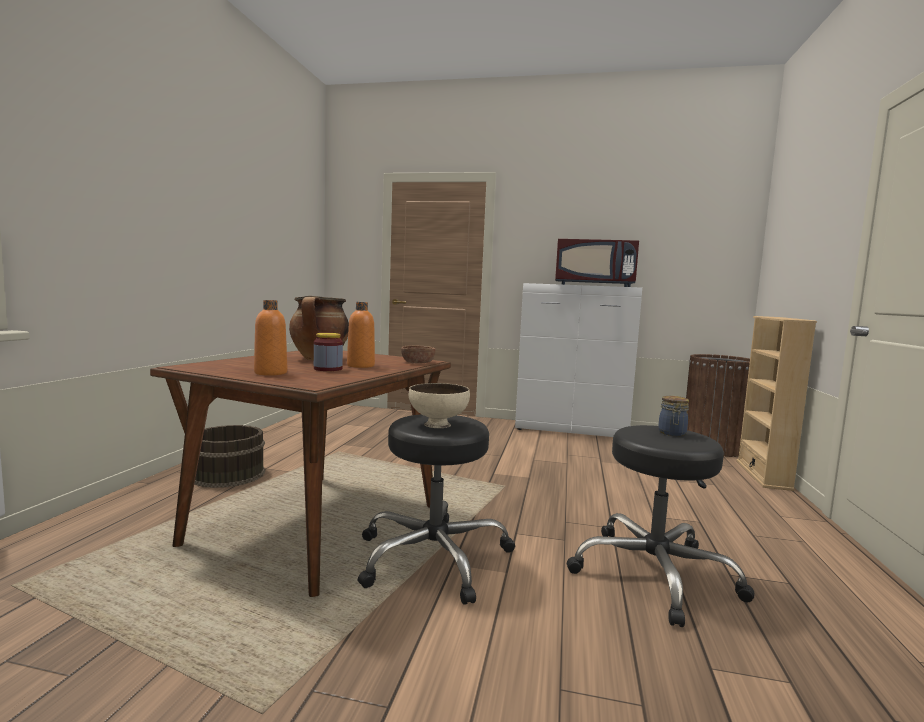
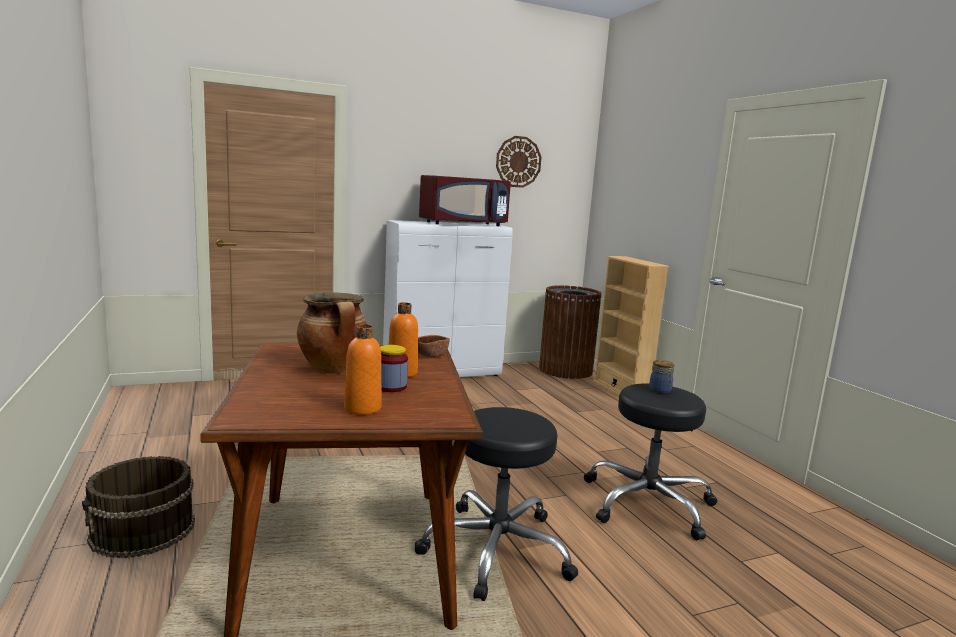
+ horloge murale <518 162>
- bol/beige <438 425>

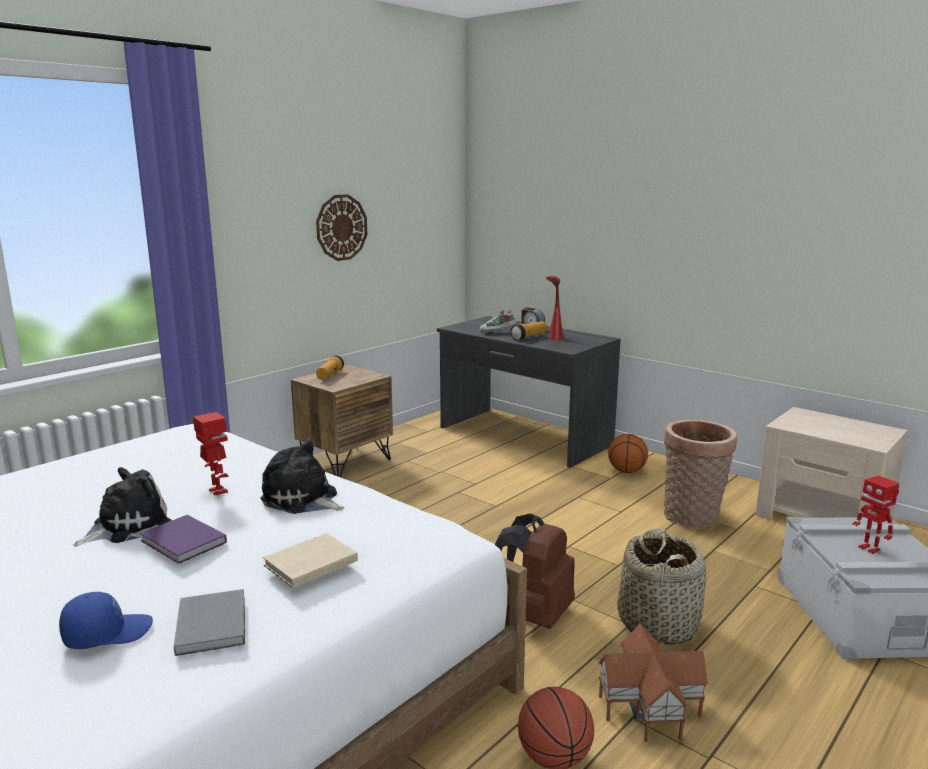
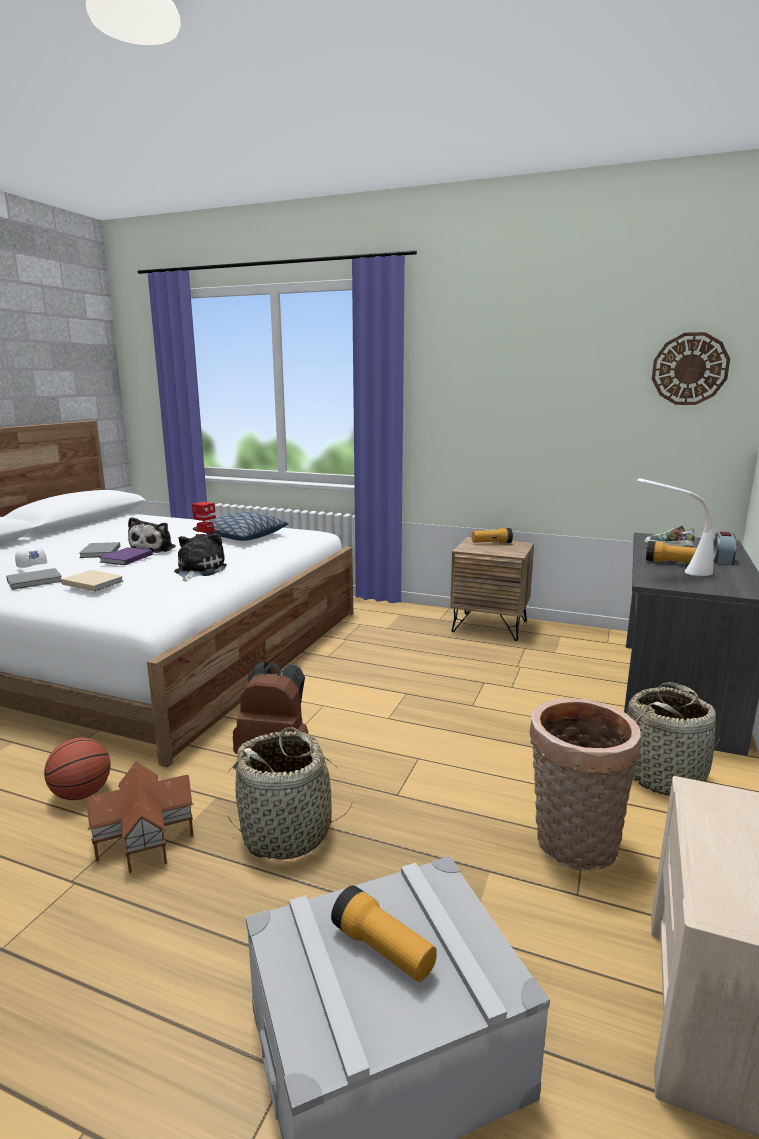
~ casquette/bleu <108 633> to casquette/blanc <35 568>
+ livre/gris <99 552>
~ peluche <127 526> = <154 549> 75 degrees clockwise
+ coussin <242 537>
~ robot jouet <870 549> to lampe de poche <383 949>
~ ballon de basket <626 471> to panier <665 776>
~ lampe de table/rouge <552 343> to lampe de table/blanc <669 574>
~ horloge murale <341 227> to <689 369>

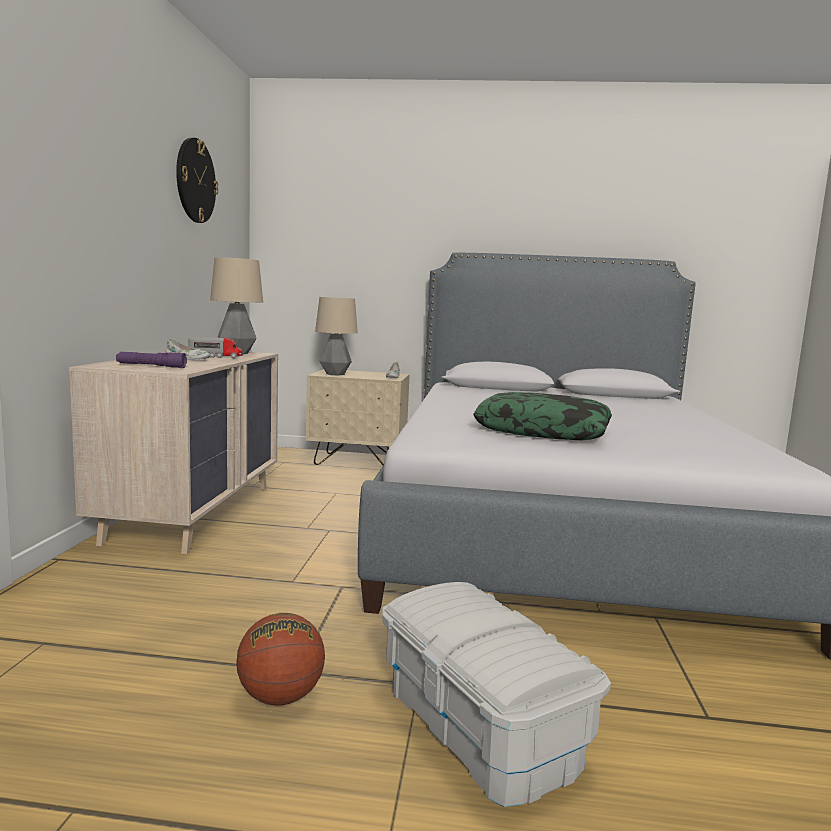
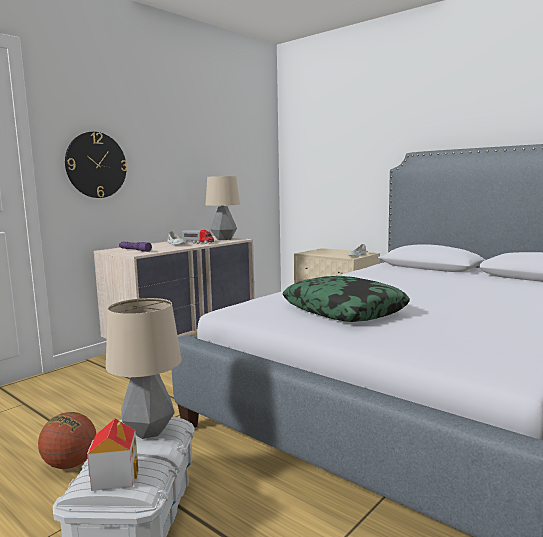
~ horloge murale <195 181> to <96 165>
+ maison miniature <115 476>
~ lampe de table <335 374> to <148 431>

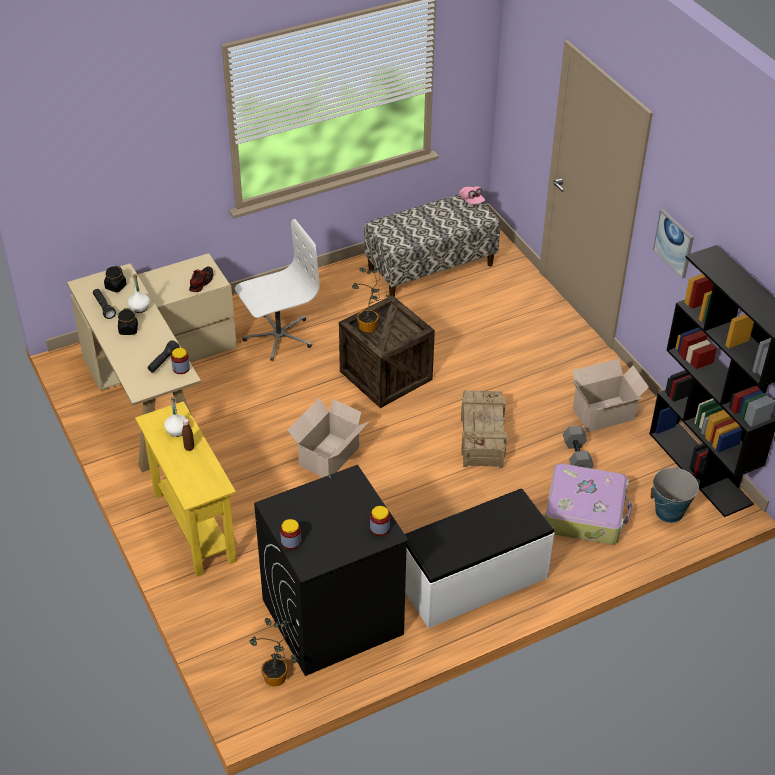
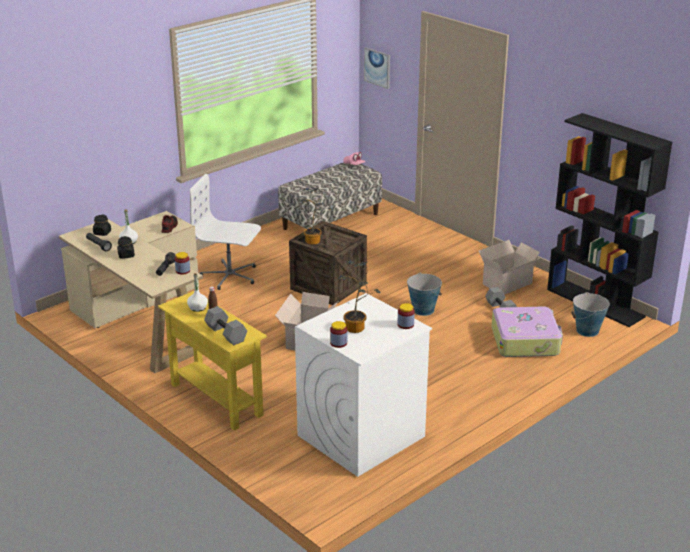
~ chaise de bureau/blanc <278 336> = <230 276> 120 degrees counterclockwise
+ haltère/gris <227 334>
~ lave-linge/noir <331 617> to lave-linge/blanc <360 436>
~ plante en pot <277 679> to <357 328>
~ tableau <674 243> to <377 67>
~ caisse <483 436> to seau <423 310>
- banc/blanc <474 582>

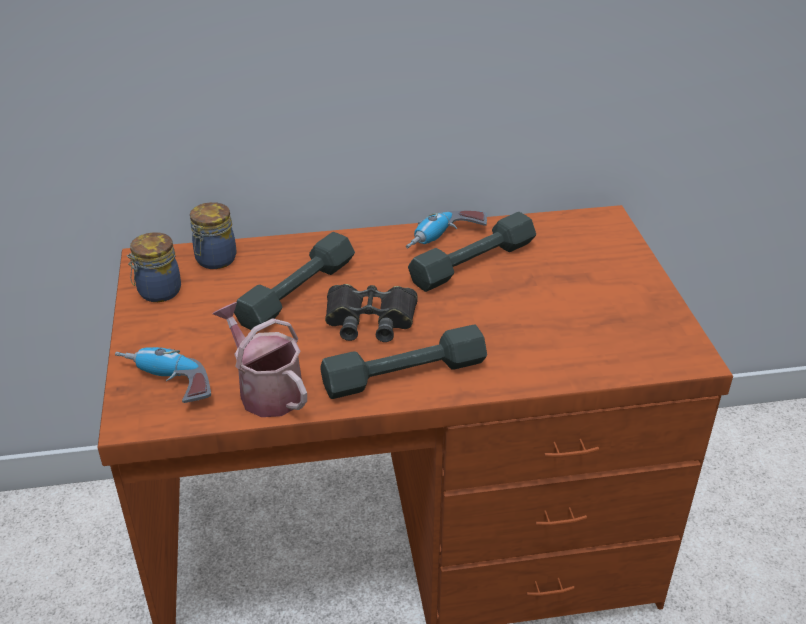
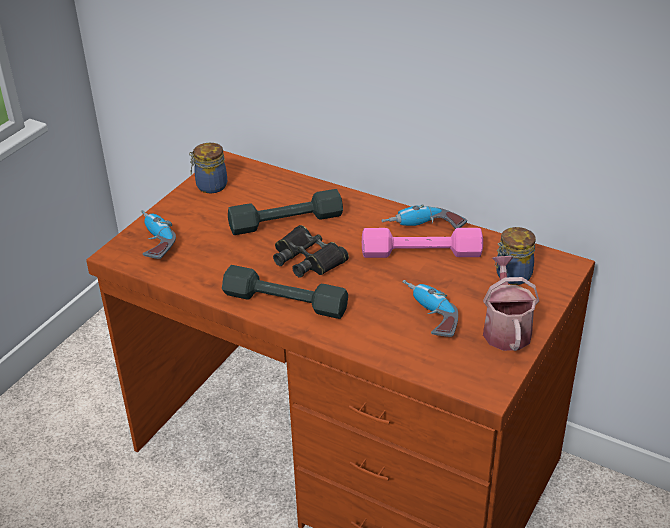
~ haltère/gris <472 262> to haltère/rose <421 252>
+ perceuse <428 316>
~ arrosoir <266 390> to <506 328>
~ bocal <215 260> to <512 276>

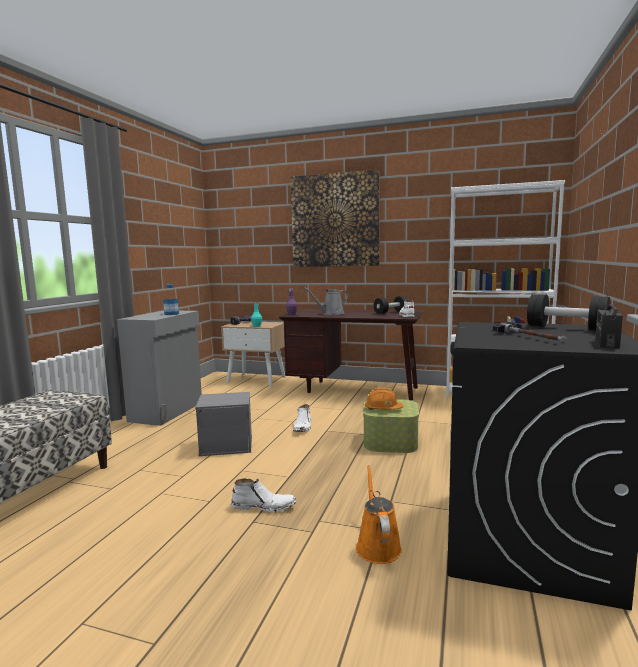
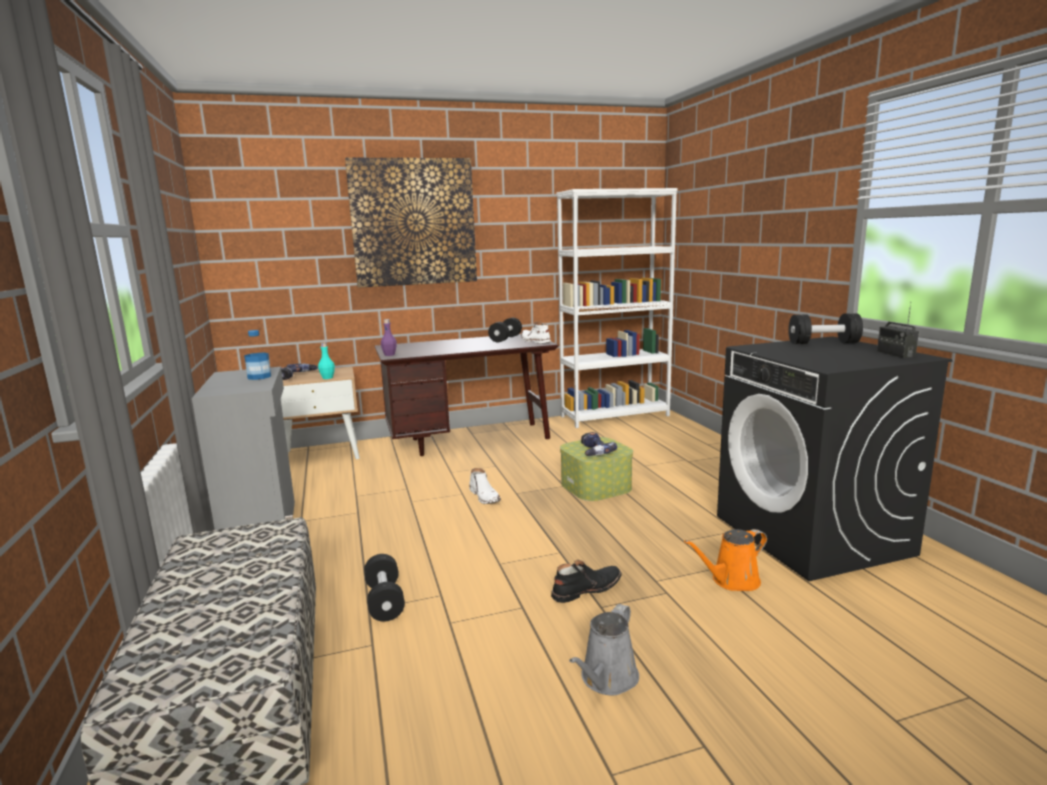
+ haltère/noir <385 601>
~ botte/blanc <264 506> to botte/noir <586 589>
~ arrosoir/gris <331 314> to <607 679>
~ casque de chantier/orange <383 409> to perceuse <592 452>
~ arrosoir/orange <377 545> = <731 581> 75 degrees counterclockwise
- boîte de rangement/gris <227 445>
- marteau <530 337>

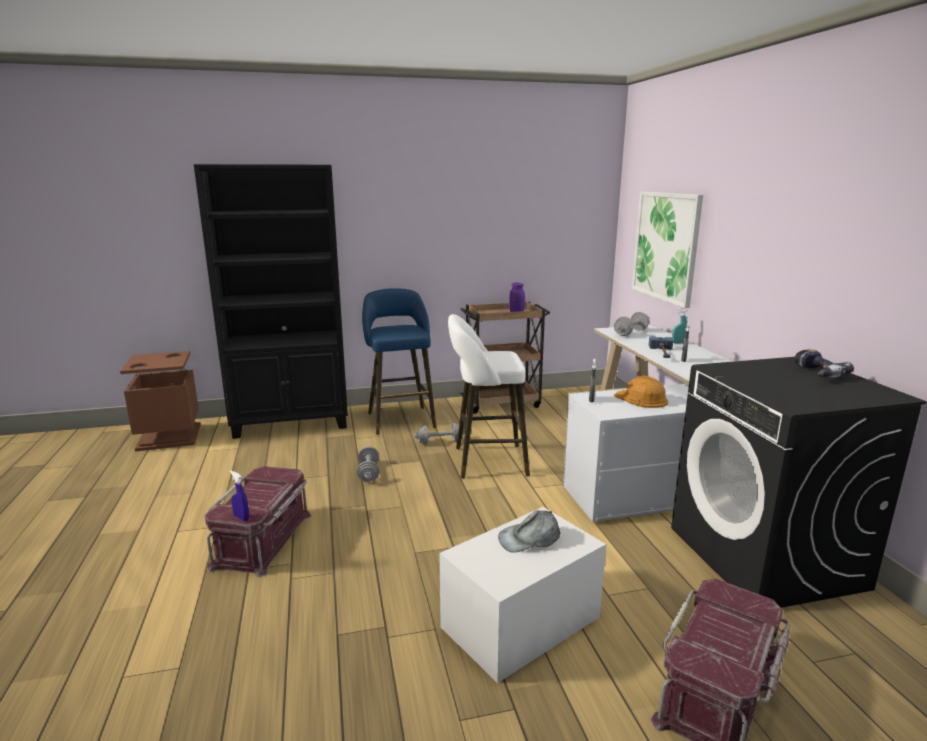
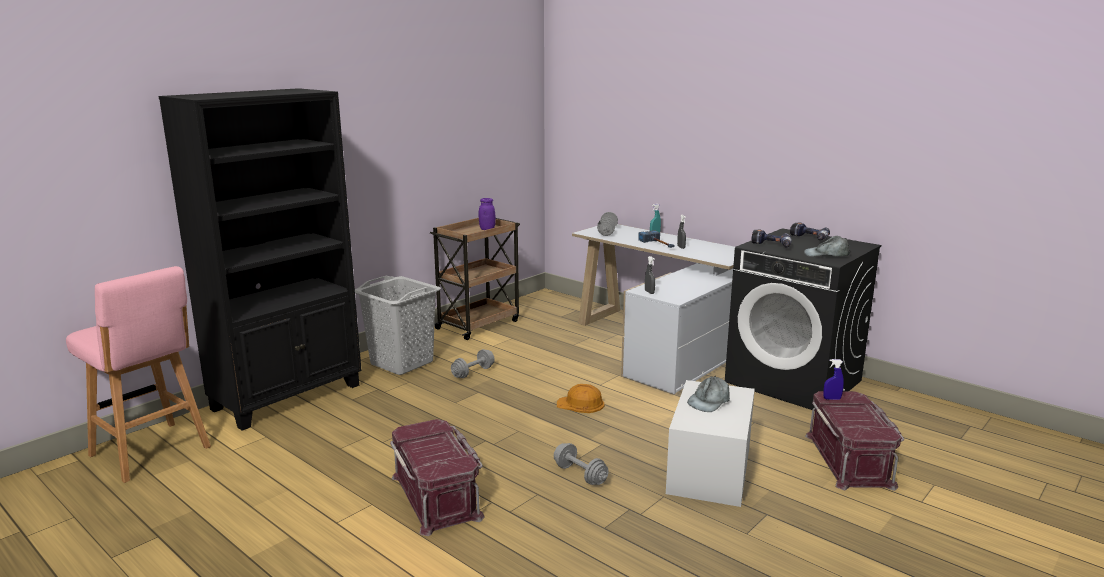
~ poubelle/marron <169 437> to tabouret/rose <152 452>
~ tabouret/bleu <400 418> to panier à linge/gris <402 362>
~ haltère/gris <368 473> to <580 475>
~ casque de chantier/orange <641 399> to <581 404>
+ perceuse <770 246>
+ casquette/gris <826 254>
~ vaporisateur/bleu <241 518> to <832 399>
- tabouret/blanc <485 461>
- tableau <666 246>

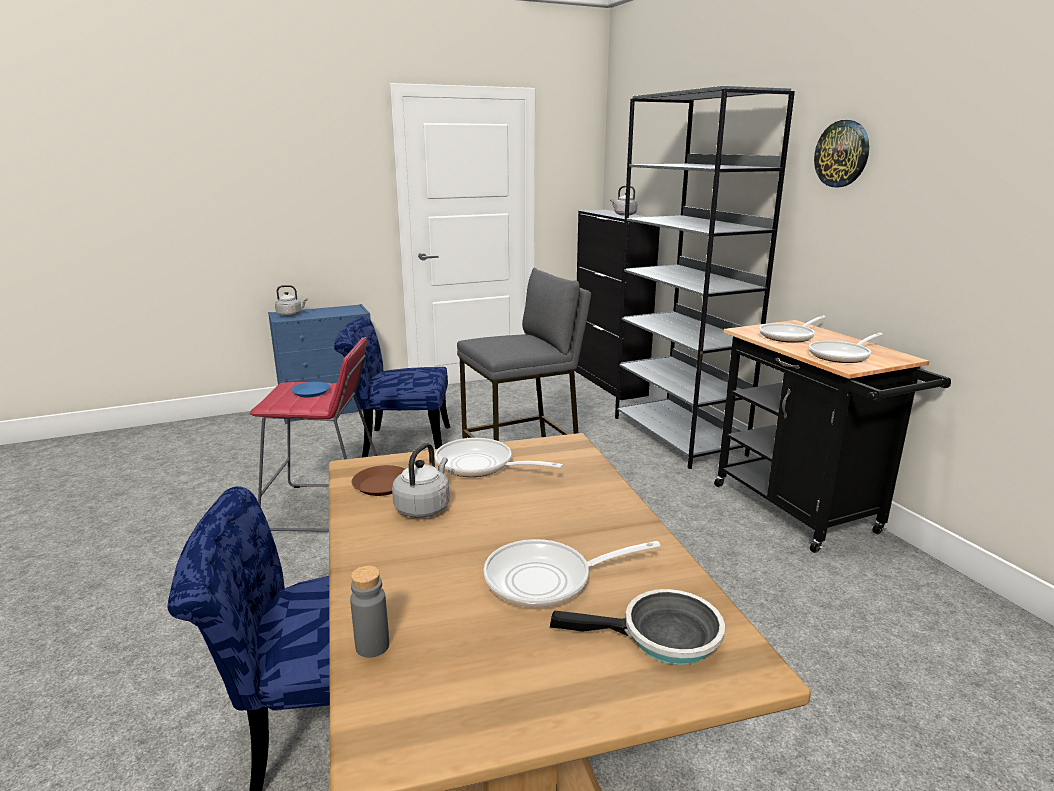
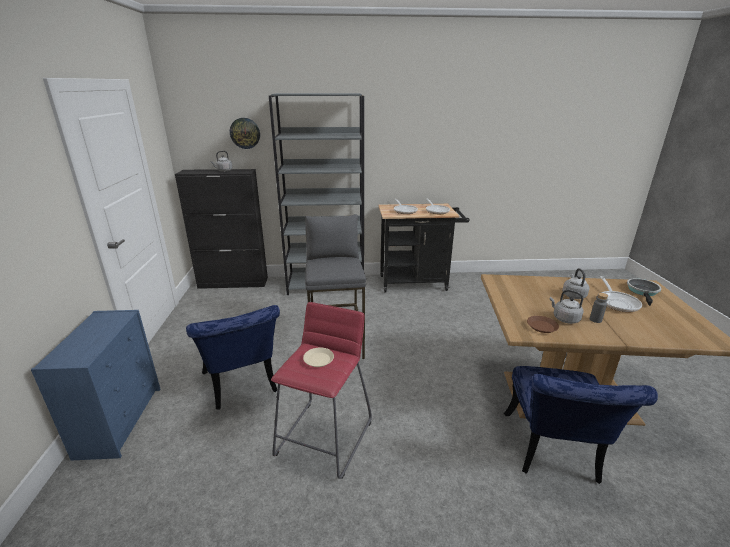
~ chaise/bleu <398 443> = <242 386> 45 degrees counterclockwise
~ horloge murale <842 154> to <245 133>
~ assiette/bleu <311 392> to assiette/beige <318 360>
~ bouilloire/gris <291 315> to <573 295>
~ bouteille/gris <372 646> to <595 320>
- poêle <480 465>

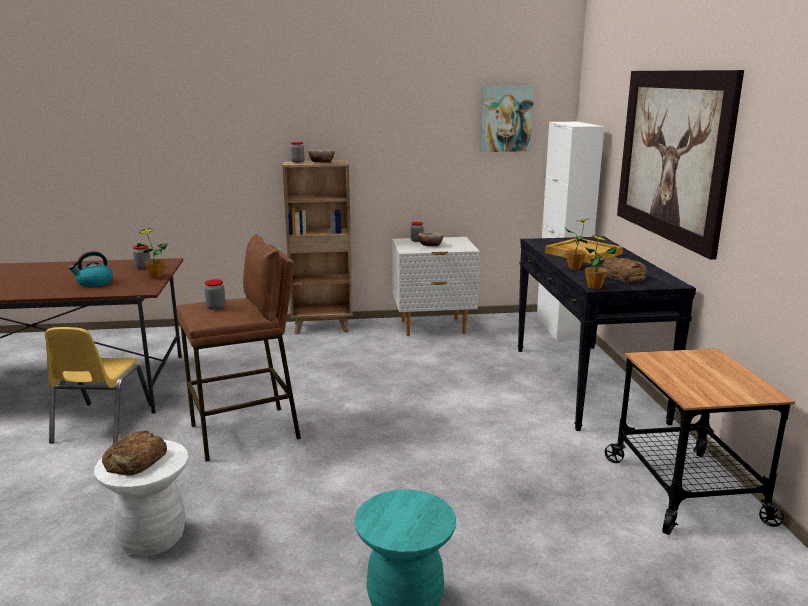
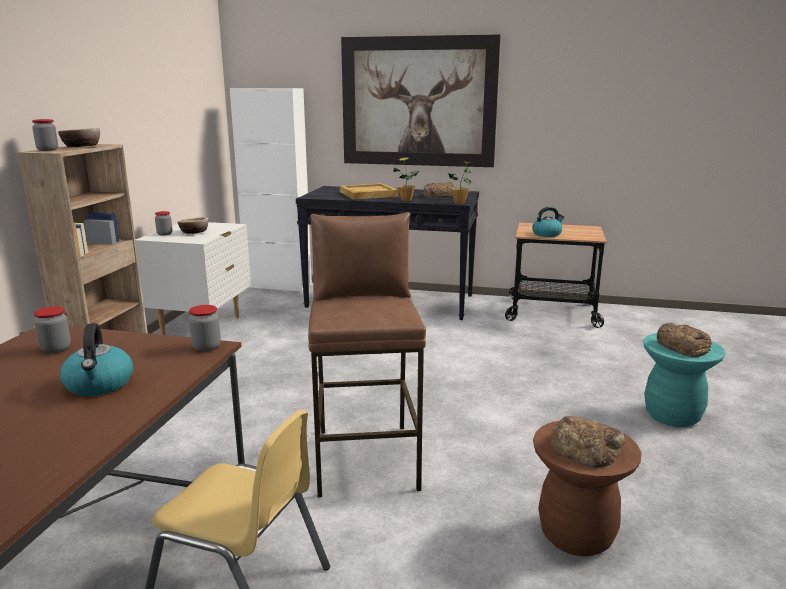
~ bocal <216 307> to <206 347>
+ bouilloire <547 234>
~ tabouret/blanc <152 539> to tabouret/marron <576 535>
+ pain <682 346>
- plante en pot <156 276>
- tableau <506 118>

